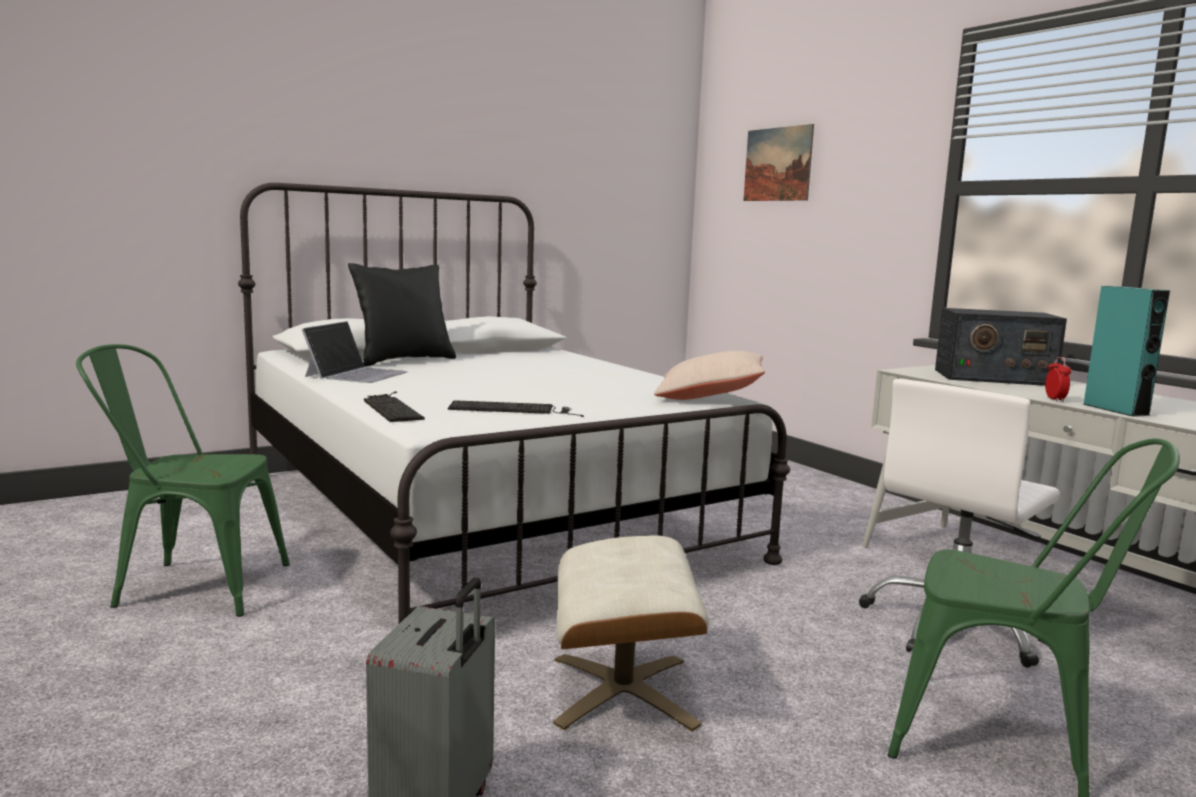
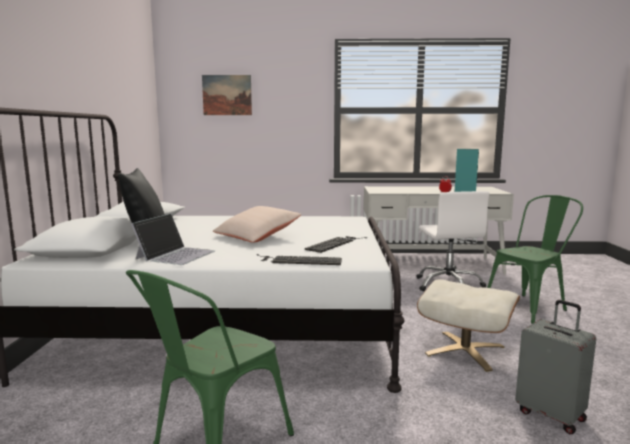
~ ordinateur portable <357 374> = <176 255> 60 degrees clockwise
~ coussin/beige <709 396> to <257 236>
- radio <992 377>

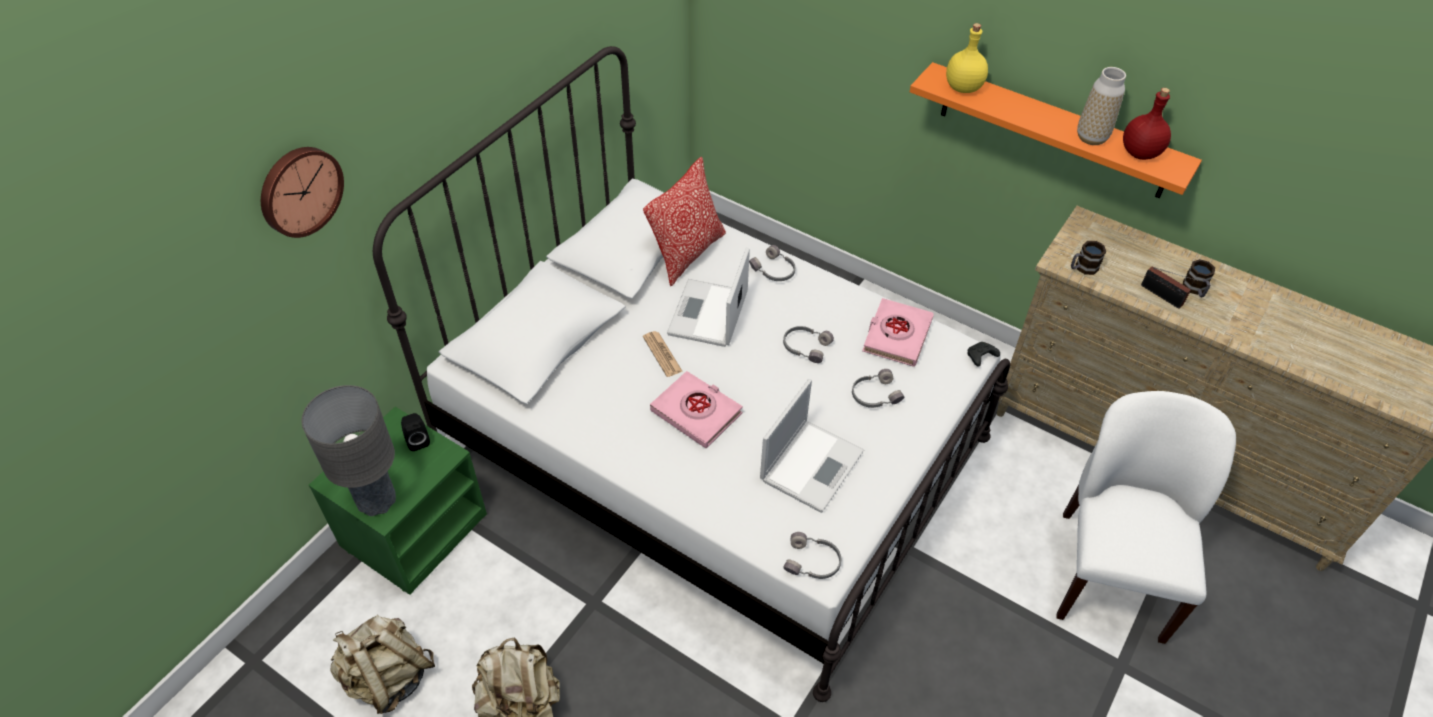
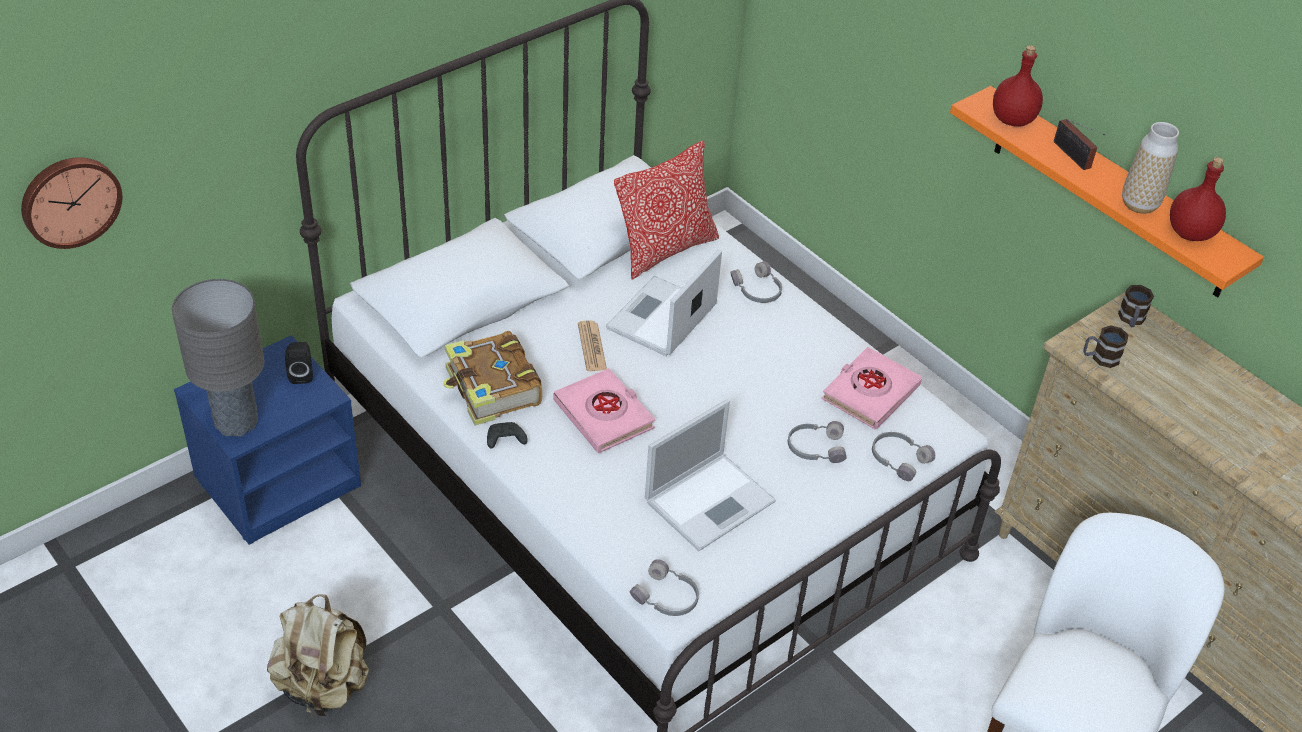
~ horloge murale <299 190> to <70 200>
~ table de chevet/vert <414 529> to table de chevet/bleu <278 480>
+ livre <492 389>
~ manette/noir <980 357> to <504 440>
~ casque audio/gris <805 347> to <898 459>
~ bouteille/jaune <962 87> to bouteille/rouge <1011 119>
~ radio <1163 297> to <1073 157>
~ mug <1195 290> to <1131 320>
- sac à dos/beige <388 677>

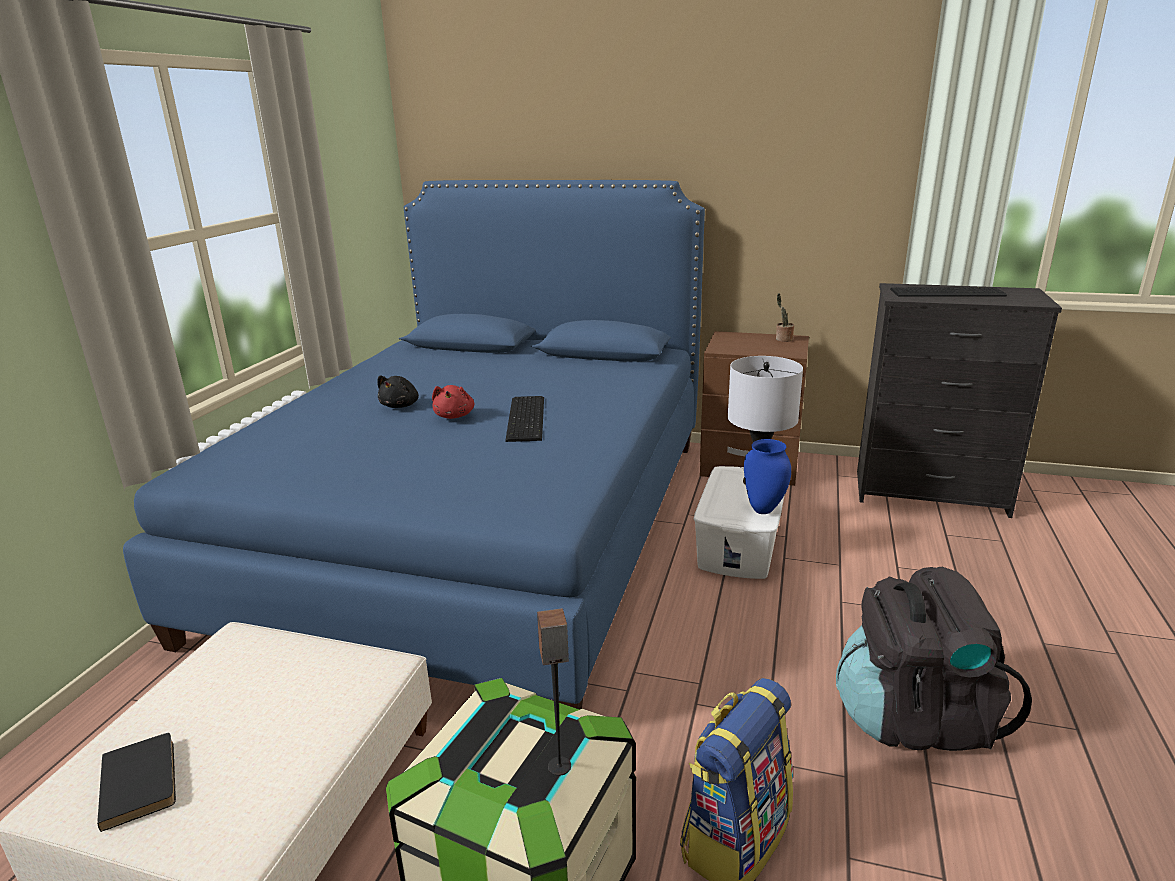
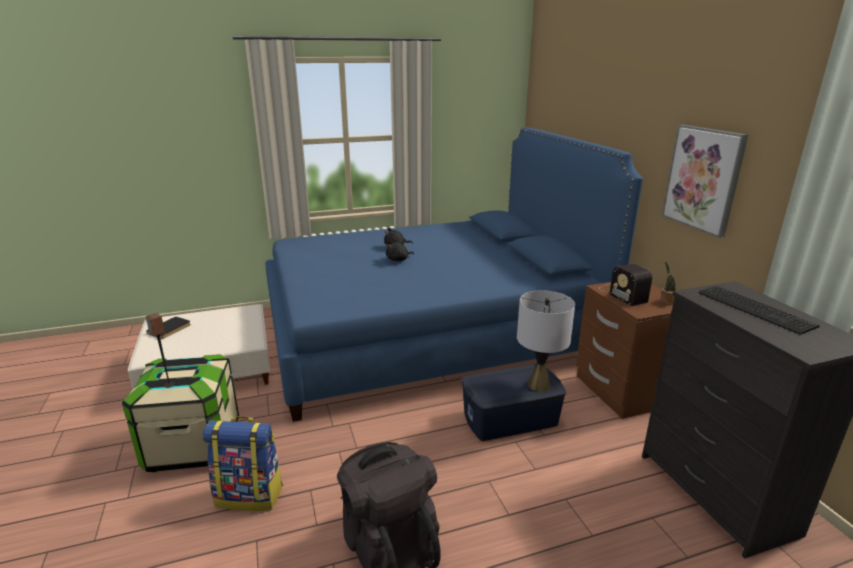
~ peluche/rouge <454 416> to peluche/noir <398 260>
~ boîte de rangement/blanc <740 544> to boîte de rangement/bleu <510 419>
+ radio <621 293>
+ tableau <703 179>
- clavier <528 418>
- vase/bleu <763 510>

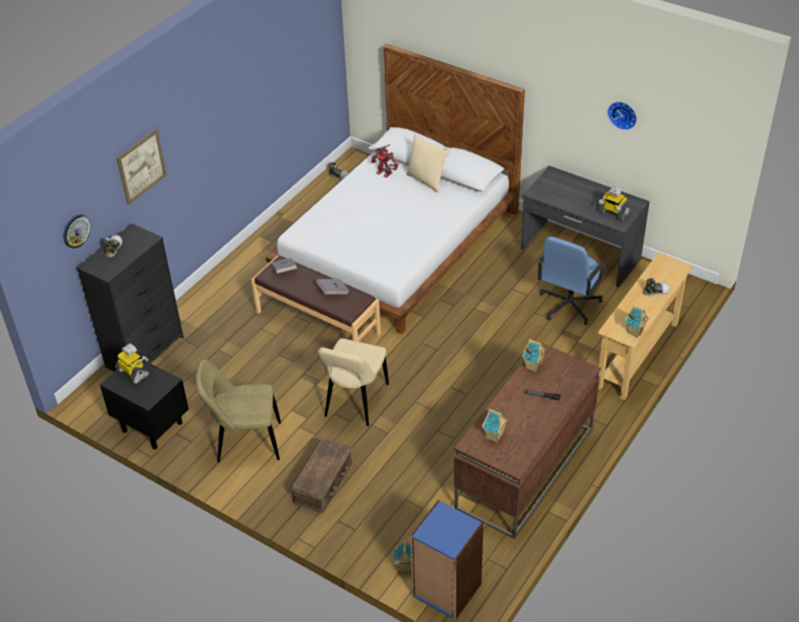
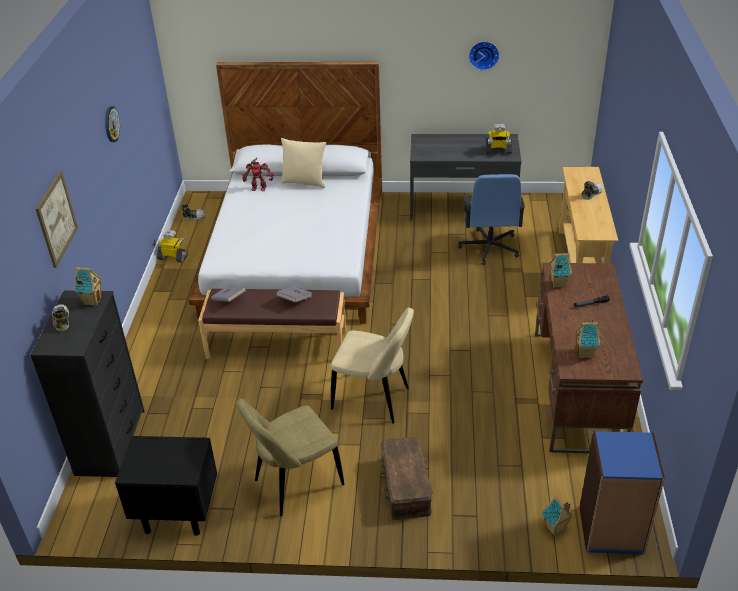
~ maison miniature <634 332> to <92 301>
~ horloge murale <76 231> to <111 124>
~ robot jouet <133 372> to <173 257>
~ chaise/beige <355 403> = <374 399> 60 degrees counterclockwise

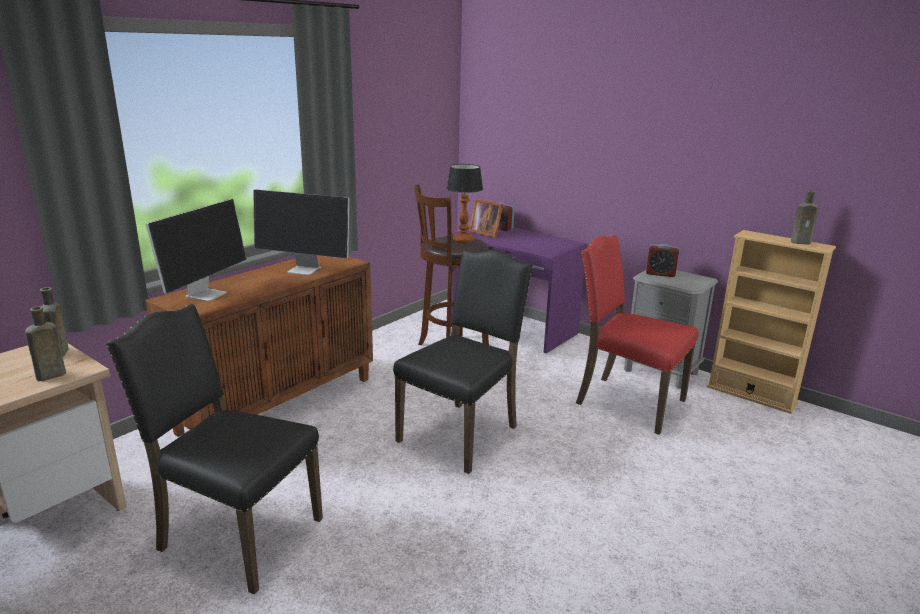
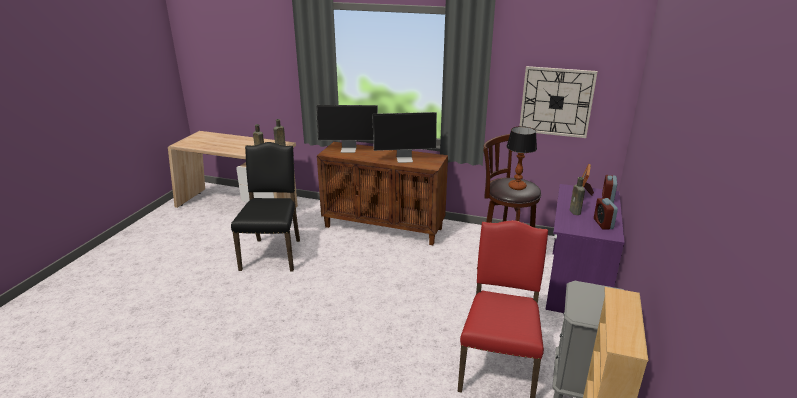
~ écran d'ordinateur <305 270> = <405 159> 90 degrees counterclockwise
+ horloge murale <556 102>
~ bouteille/marron <802 242> to <575 212>
~ réveil <660 274> to <603 224>
- chaise/noir <462 433>

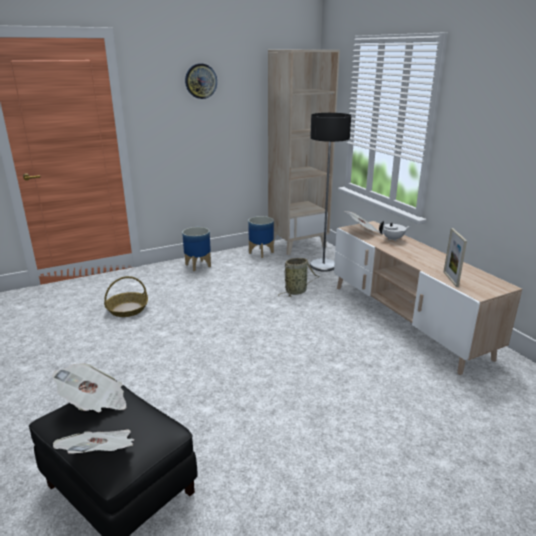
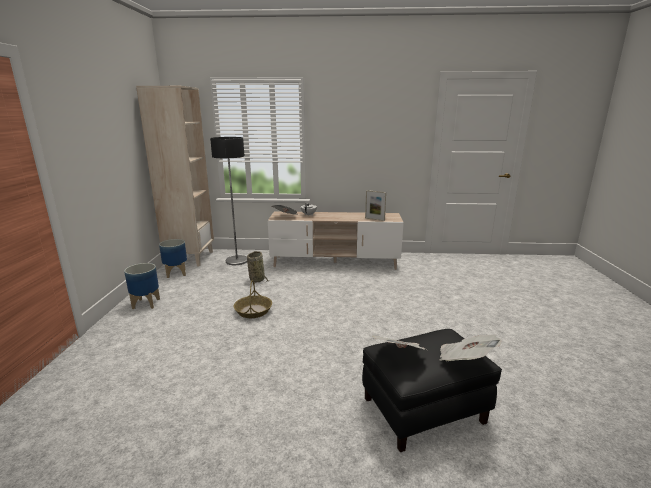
~ panier <127 309> to <253 311>
- horloge murale <201 81>

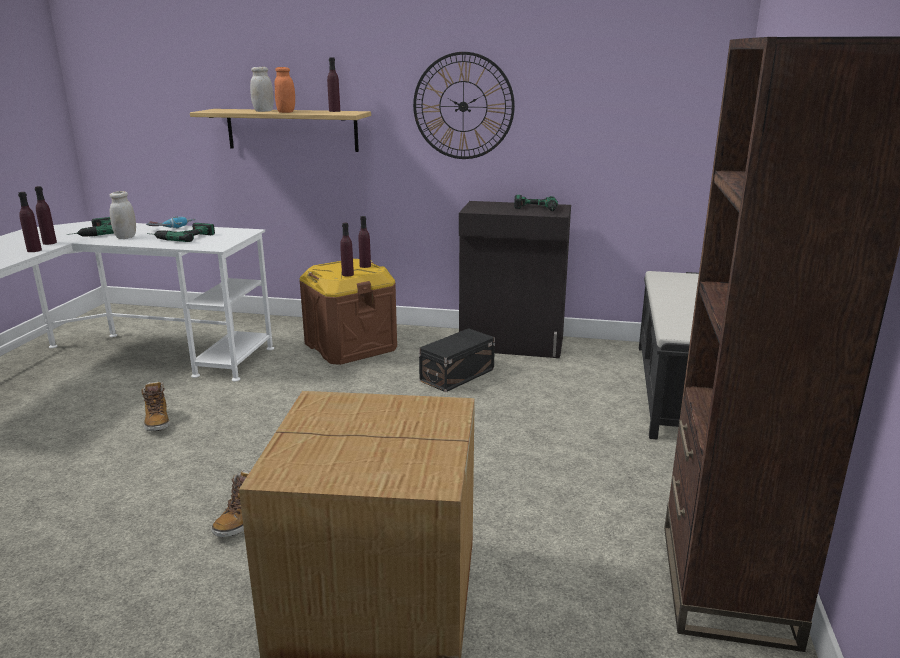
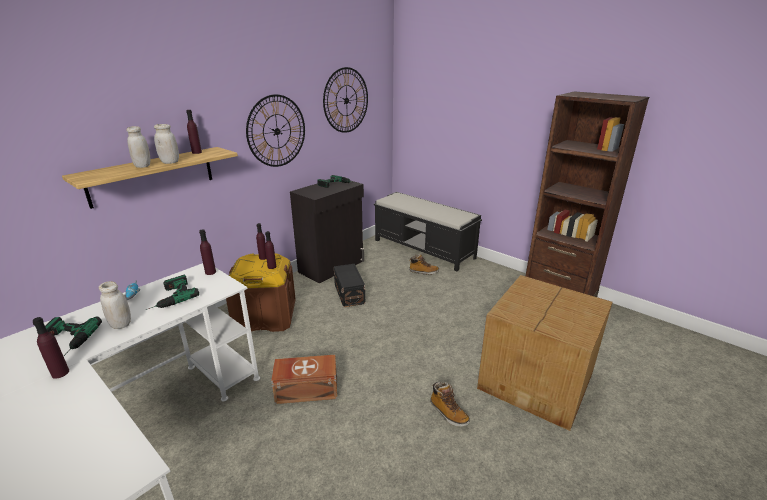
~ bocal/orange <286 112> to bocal/blanc <170 162>
~ bouteille/violet <34 250> to <210 272>
+ boîte de rangement/marron <306 389>
+ horloge murale <346 100>
~ botte <157 421> to <423 272>

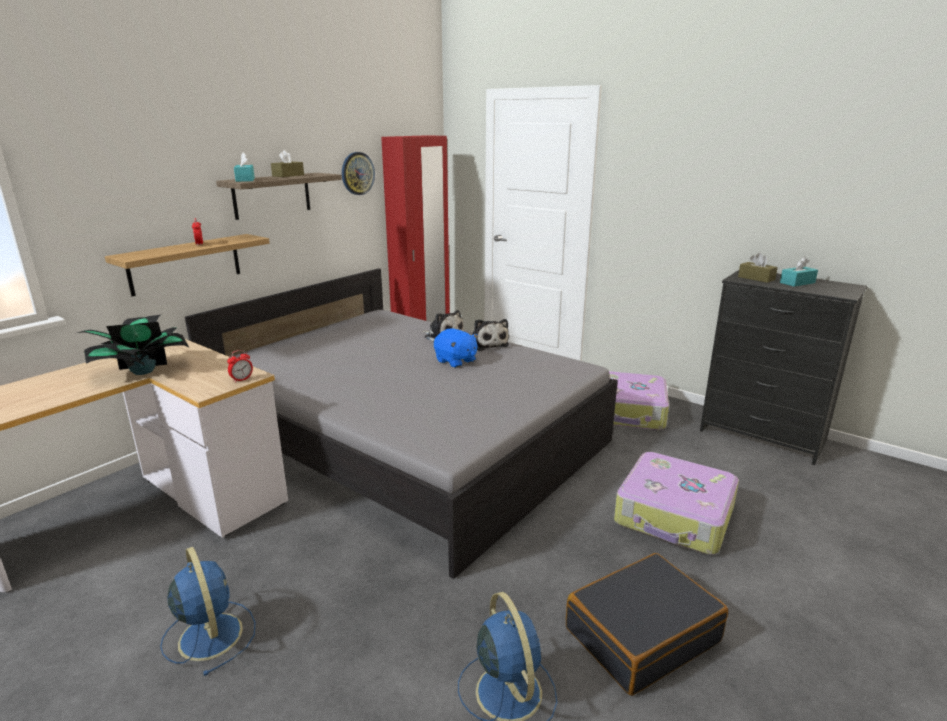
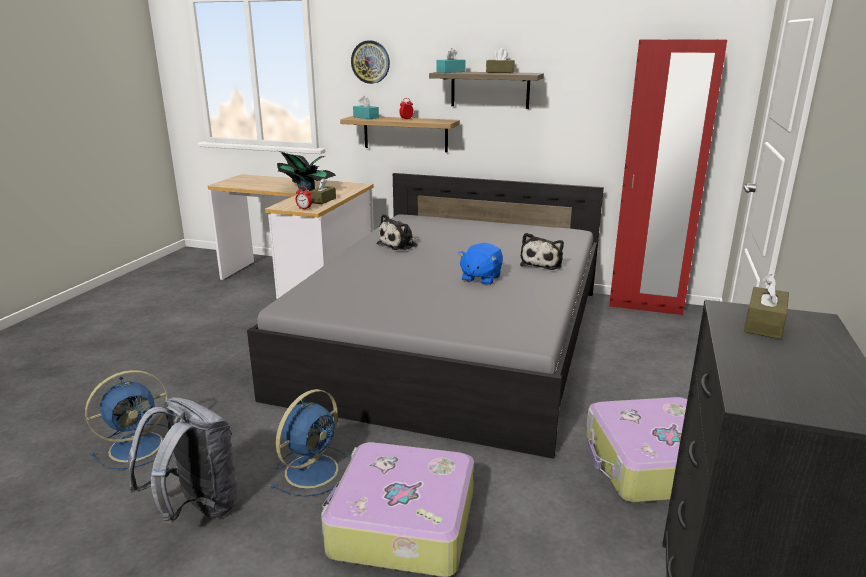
~ valise/noir <641 634> to sac à dos/gris <196 508>
~ ventilateur/bleu <210 634> to <313 469>
+ boîte à mouchoirs/marron <323 200>
~ horloge murale <357 173> to <370 62>
~ boîte à mouchoirs/turquoise <797 283> to <366 117>
~ peluche <487 344> to <400 245>

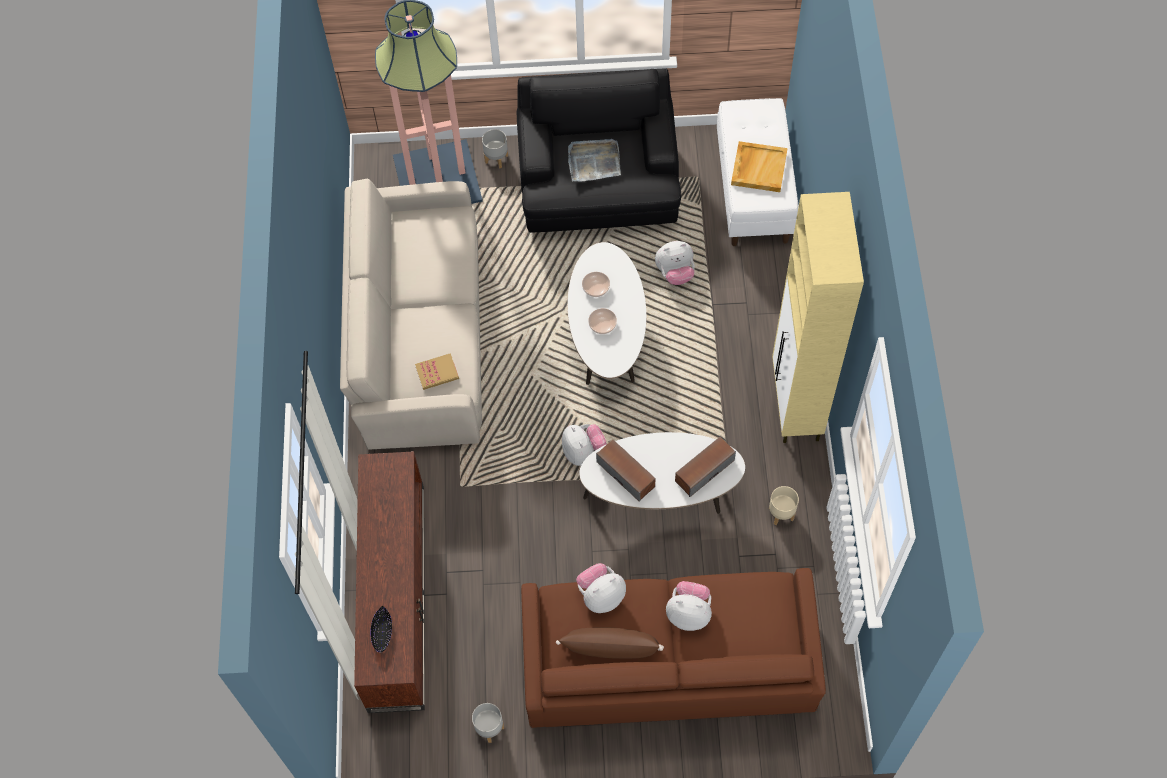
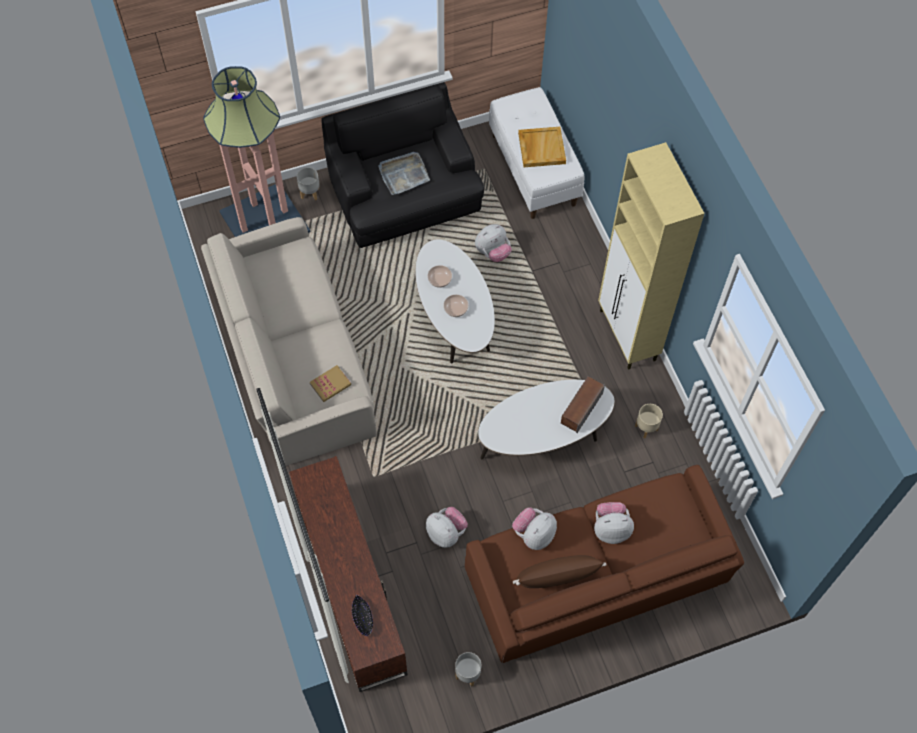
~ peluche <583 452> to <446 533>
- enceinte <626 474>

